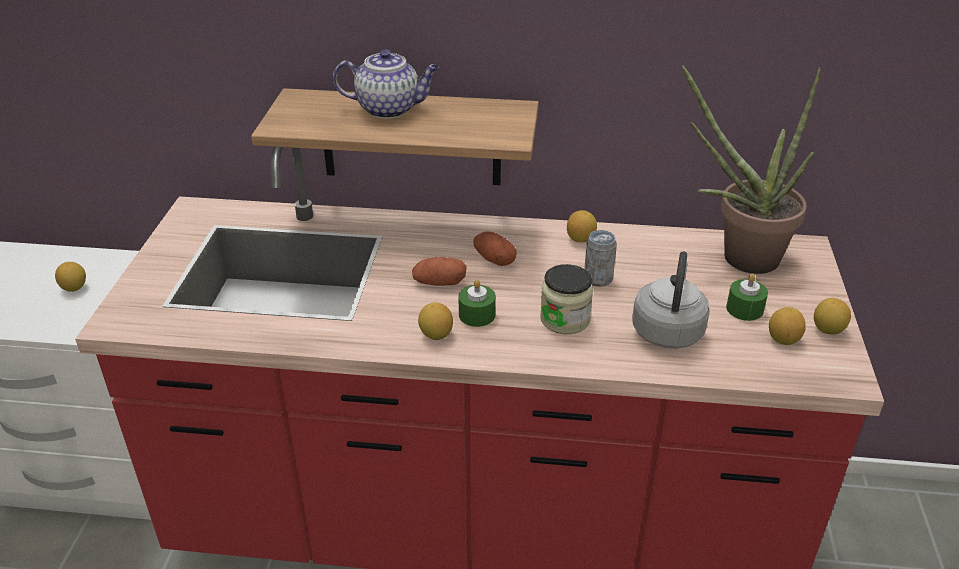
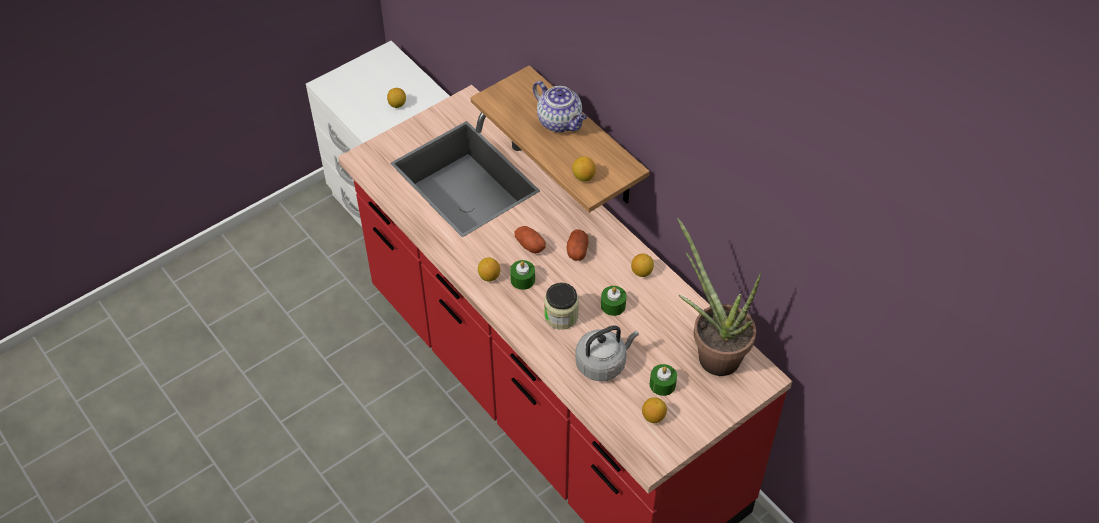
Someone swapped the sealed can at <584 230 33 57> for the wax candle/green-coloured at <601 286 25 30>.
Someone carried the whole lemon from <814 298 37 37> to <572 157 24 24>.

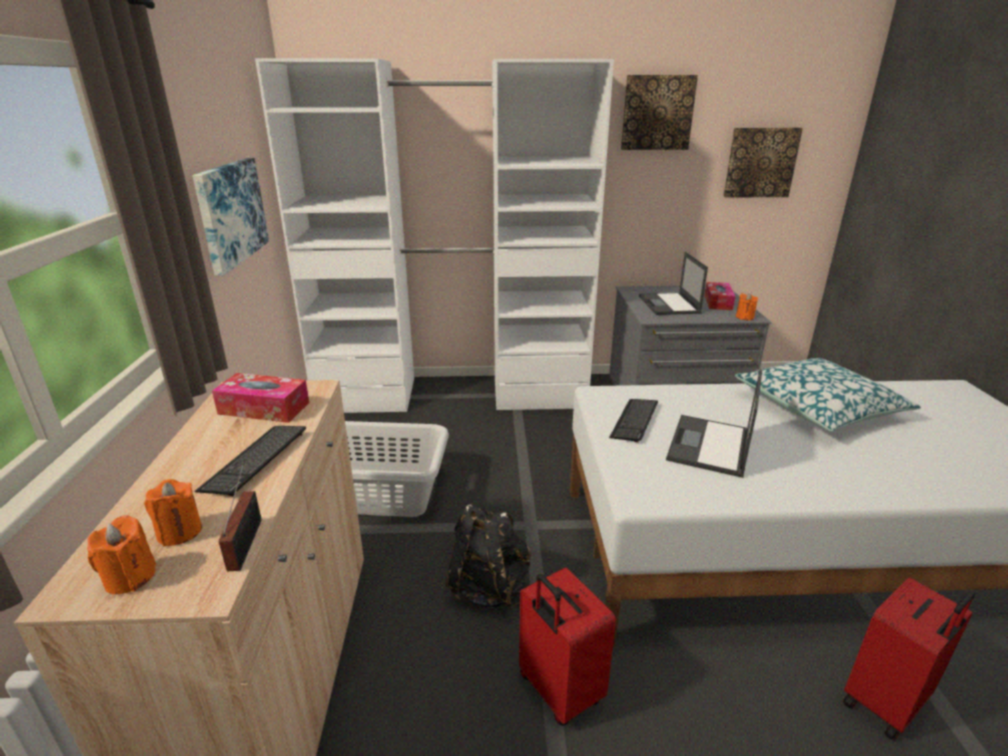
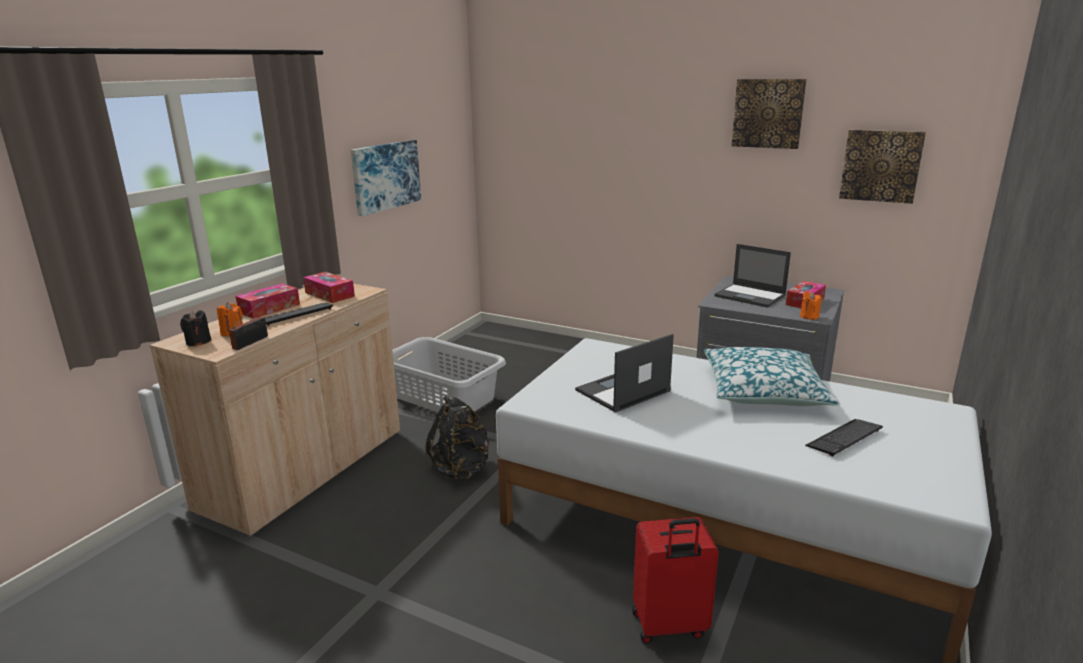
Someone repainted the wax candle/orange-coloured at <87 516 69 78>, which became the wax candle/black at <180 310 31 36>.
Someone took away the wardrobe/whitish at <255 58 359 355>.
Someone took away the piece of luggage/red-coloured at <519 568 97 158>.
Someone carried the computer keyboard from <609 399 49 44> to <805 419 78 38>.
Someone rotated the laptop at <639 252 69 63> by 75 degrees counterclockwise.
Someone put down the tissue holder at <236 283 64 36>.

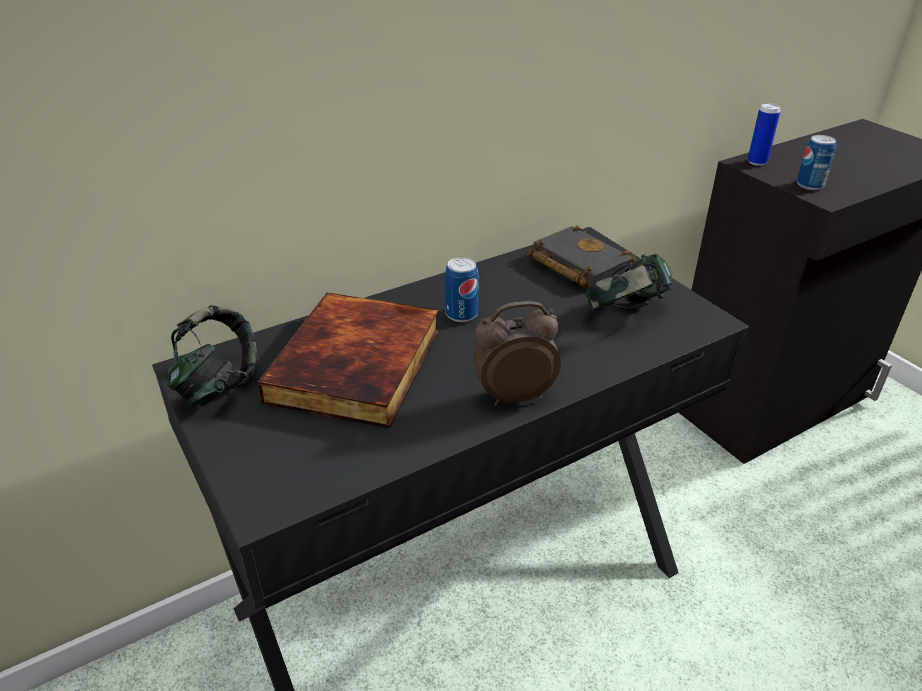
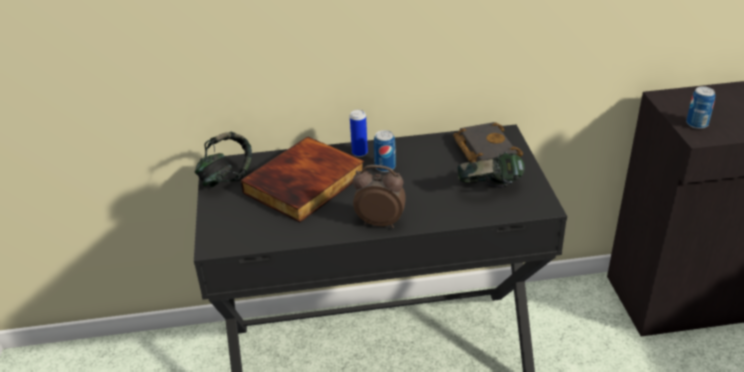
Someone carried the sealed can from <748 103 33 63> to <350 110 18 47>.

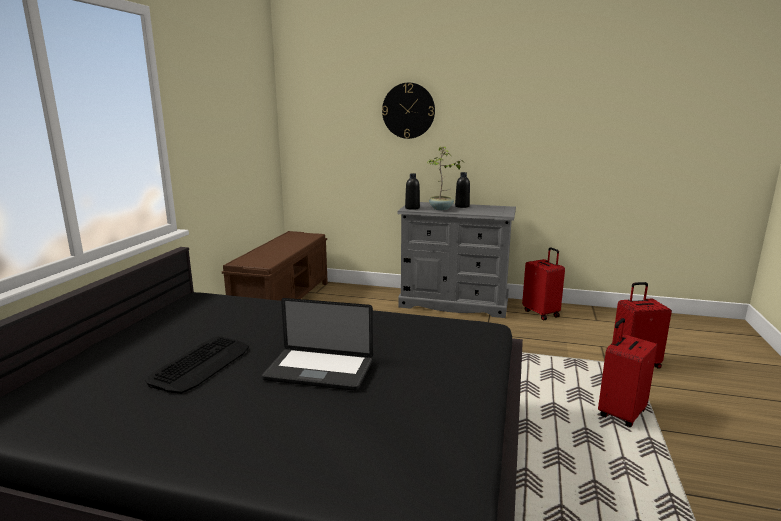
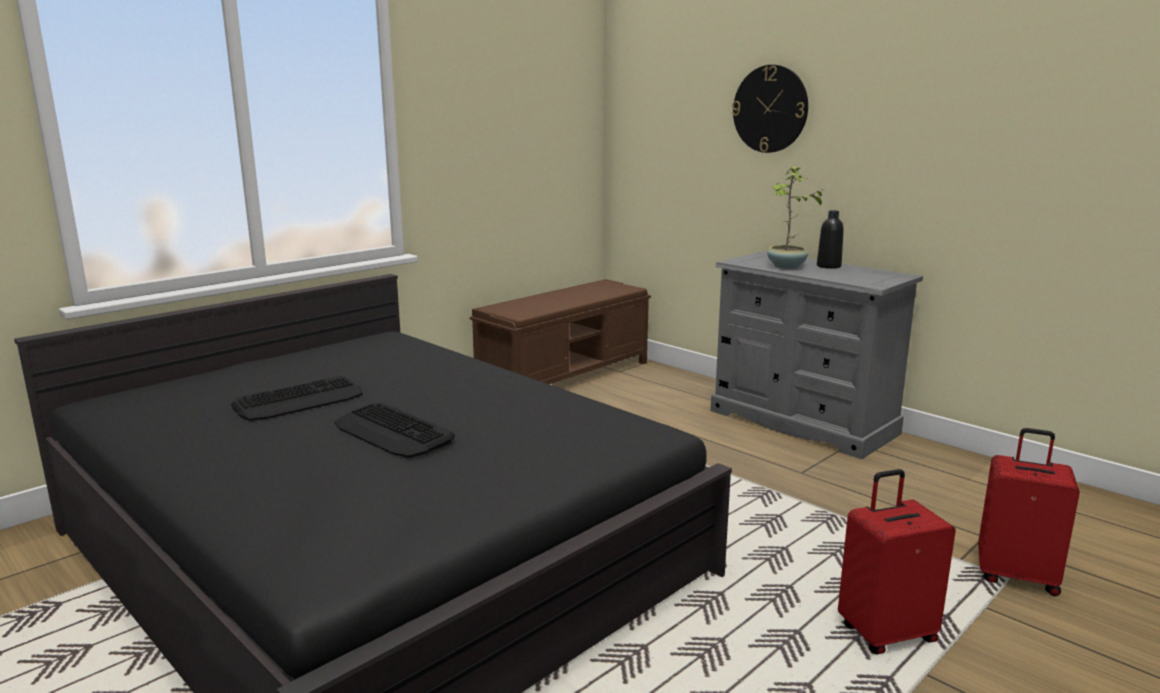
Someone swapped the laptop at <262 298 111 93> for the computer keyboard at <334 403 121 55>.
Someone took away the beverage bottle/black at <405 173 15 37>.
Someone took away the piece of luggage/red-coloured at <522 247 43 73>.

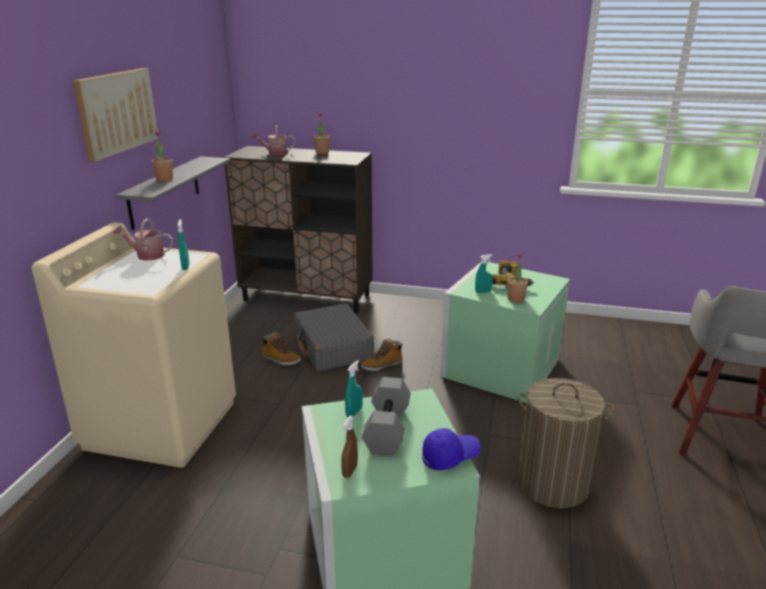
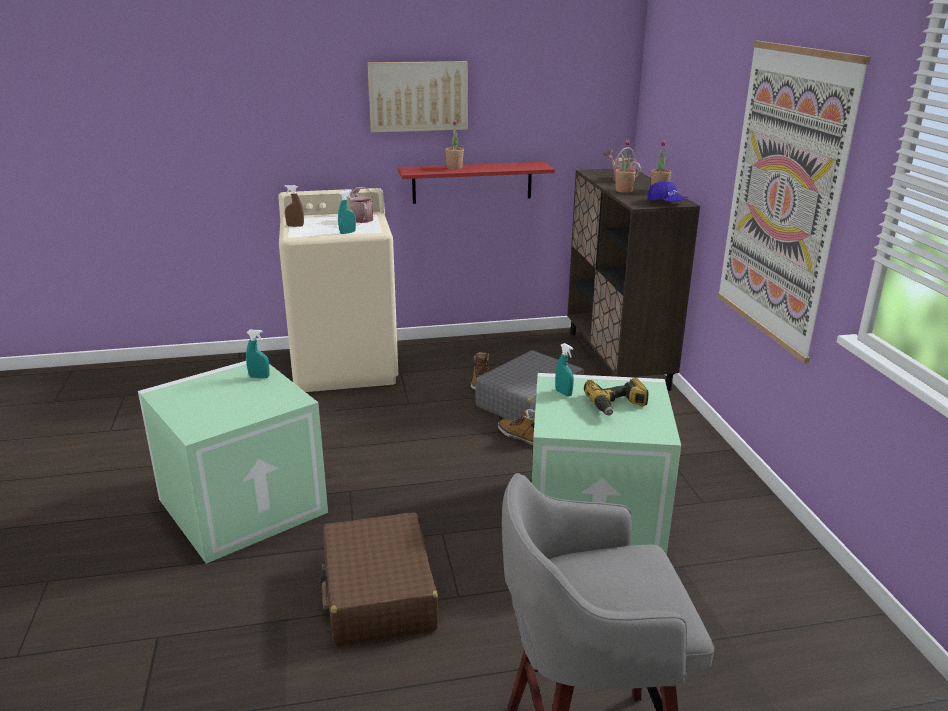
Someone repainted the wall shelf/greyish at <116 156 115 74>, which became the wall shelf/red-coloured at <398 162 157 42>.
Someone carried the sprayer/brownish from <341 416 17 62> to <285 185 19 42>.
Someone took away the hand weight/greyish at <362 377 49 78>.
Someone carried the baseball cap/blue-coloured from <422 428 59 42> to <647 181 41 21>.
Someone carried the potted plant from <507 252 21 51> to <615 139 21 54>.
Someone swapped the washing basket at <518 378 96 130> for the piece of luggage/brownish at <319 512 120 135>.
Someone put up the wall picture at <717 41 154 323>.

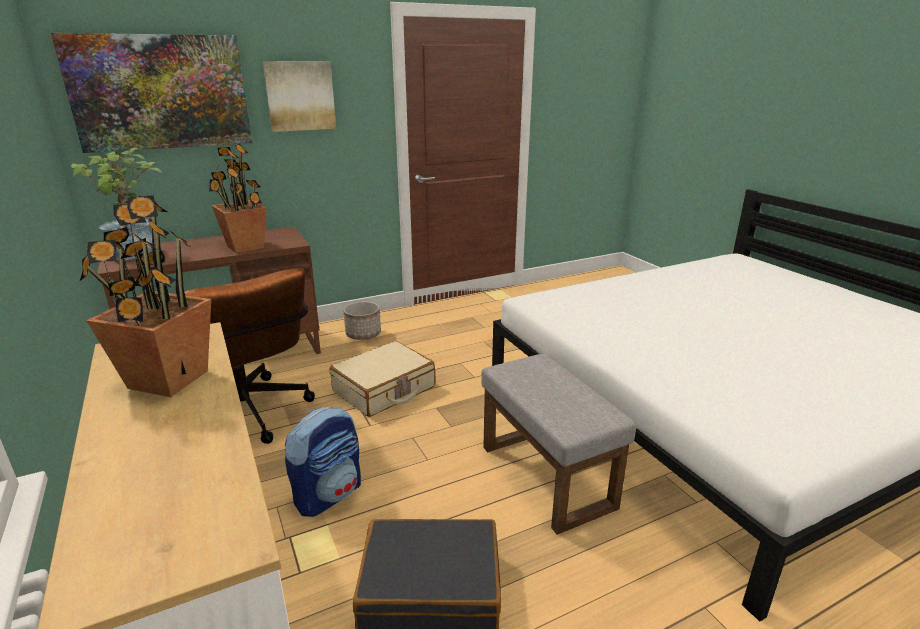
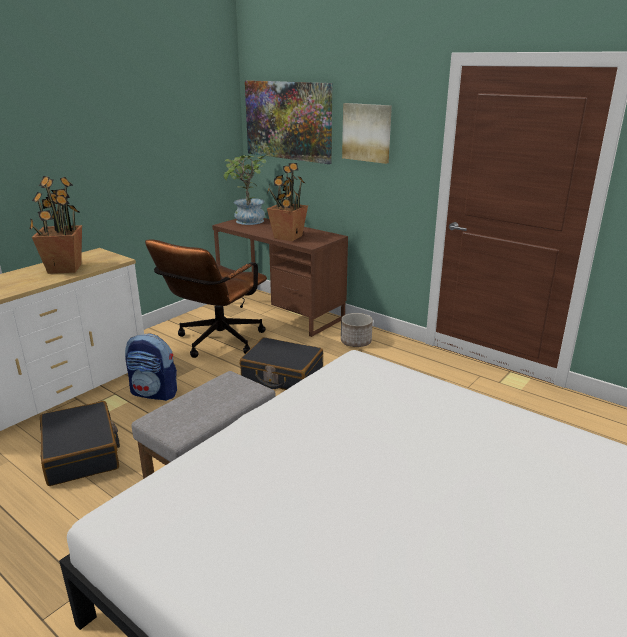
Someone repainted the piece of luggage/beige at <330 341 105 76>, which became the piece of luggage/black at <240 337 83 53>.

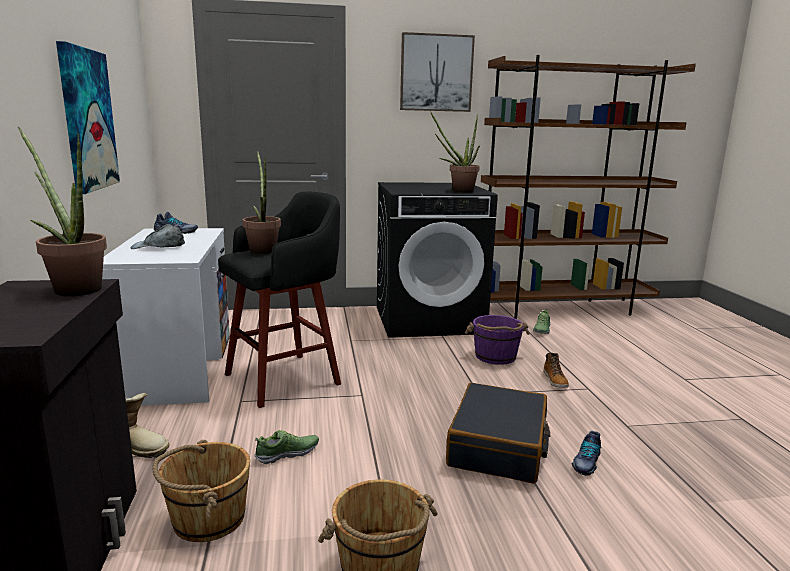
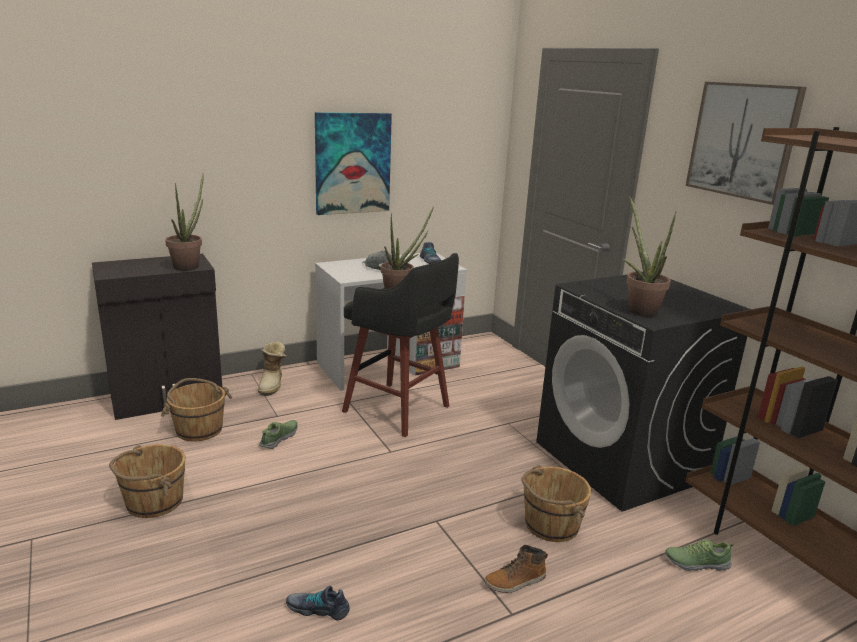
Someone rotated the low shoe at <254 430 65 34> by 105 degrees counterclockwise.
Someone took away the piece of luggage/black at <446 383 104 101>.
Someone repainted the water bucket/purple at <465 315 65 50>, which became the water bucket/brownish at <521 465 70 77>.

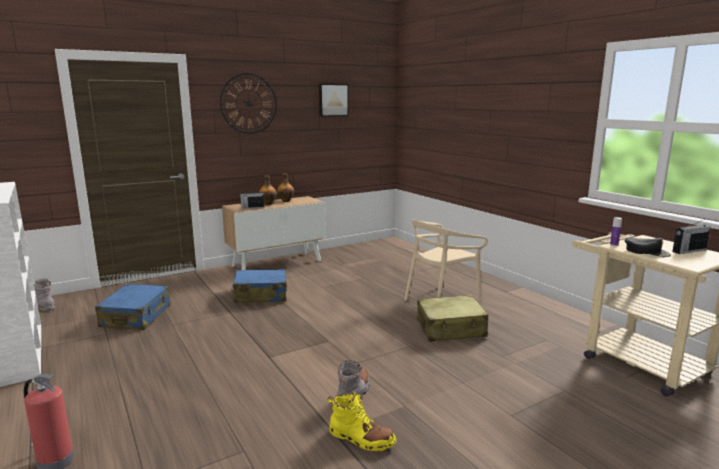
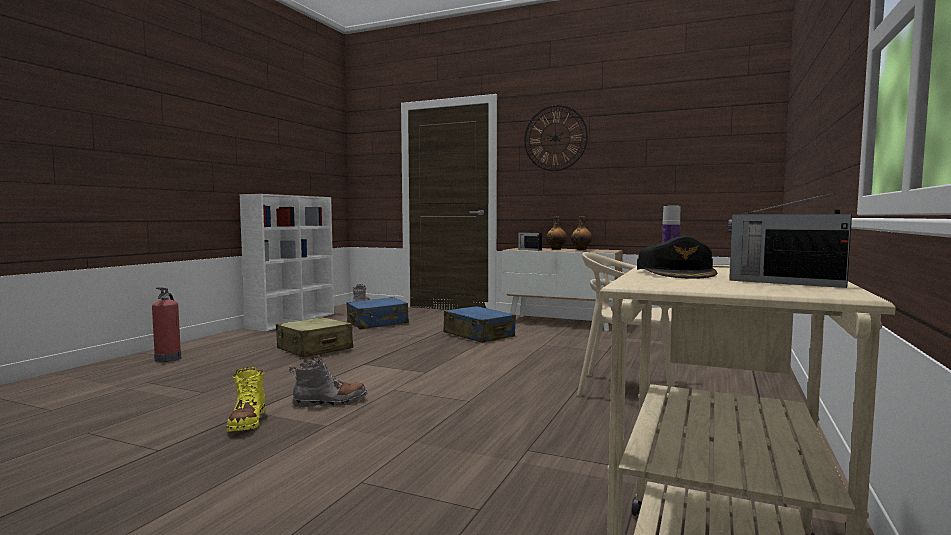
Someone took away the wall picture at <319 84 30 33>.
Someone carried the piece of luggage/beige from <417 295 71 47> to <276 317 77 41>.

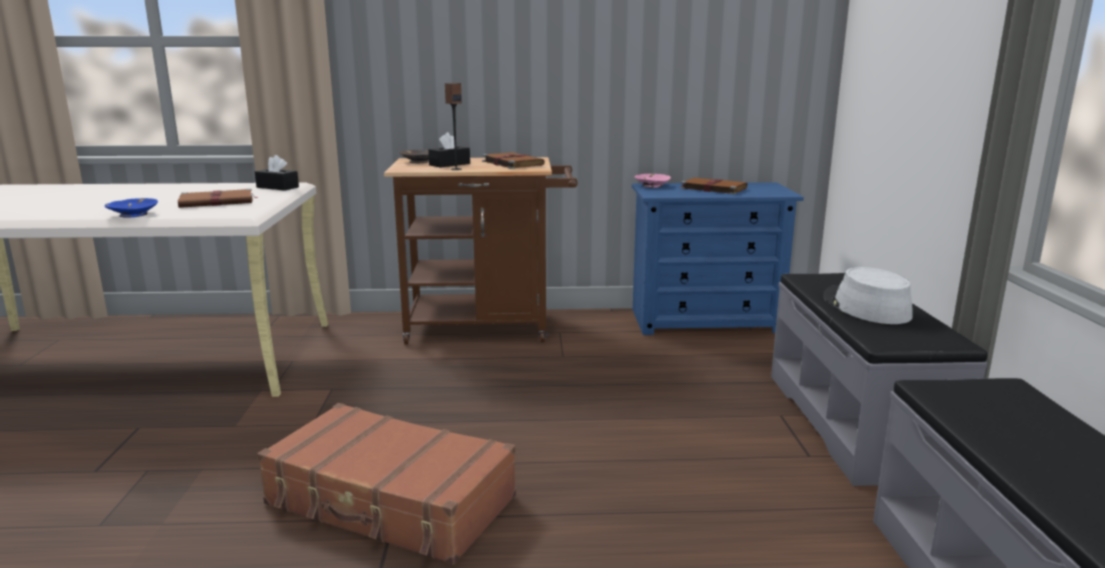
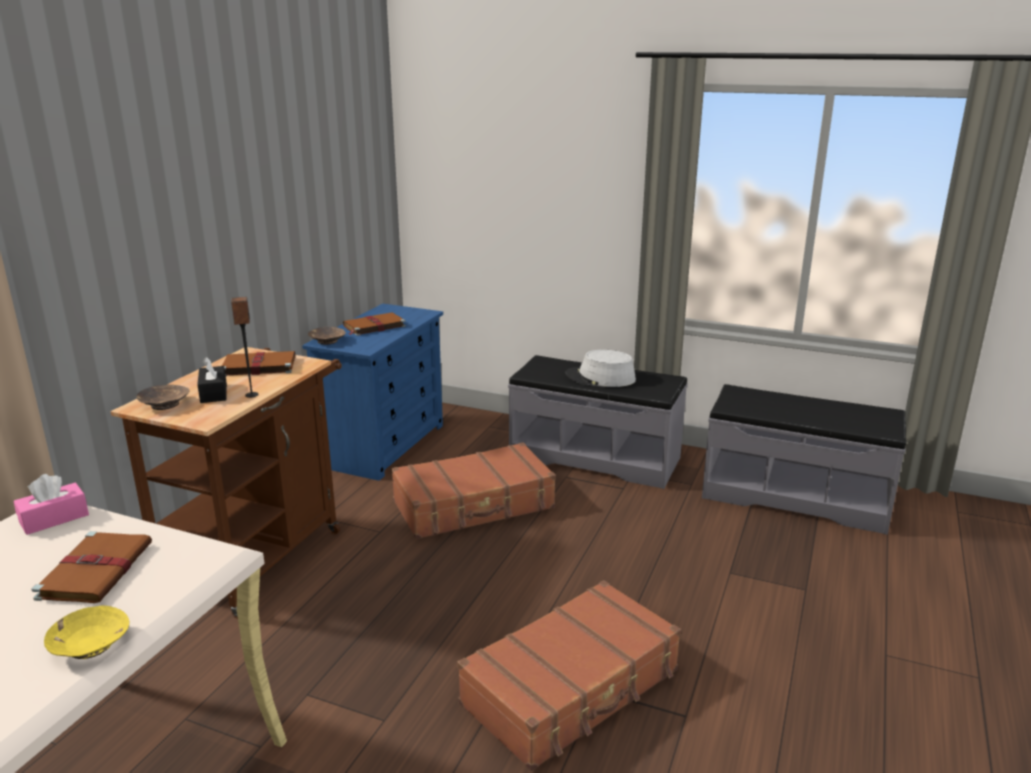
Someone repainted the deep dish/blue-coloured at <105 198 53 20>, which became the deep dish/yellow at <44 605 85 54>.
Someone repainted the tissue holder/black at <255 155 44 36>, which became the tissue holder/pink-coloured at <14 474 75 61>.
Someone repainted the deep dish/pink-coloured at <634 174 37 14>, which became the deep dish/brownish at <308 327 38 18>.
Someone put down the piece of luggage/brownish at <391 442 165 97>.

